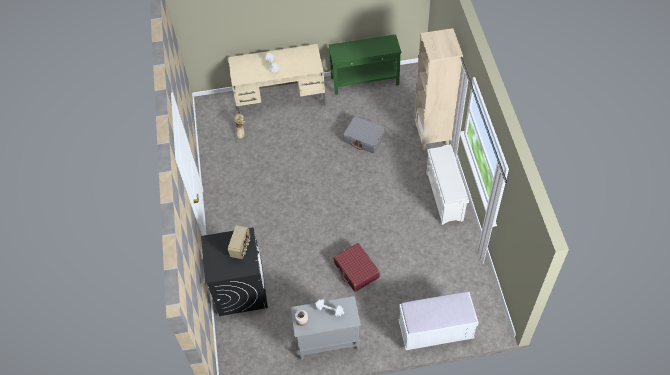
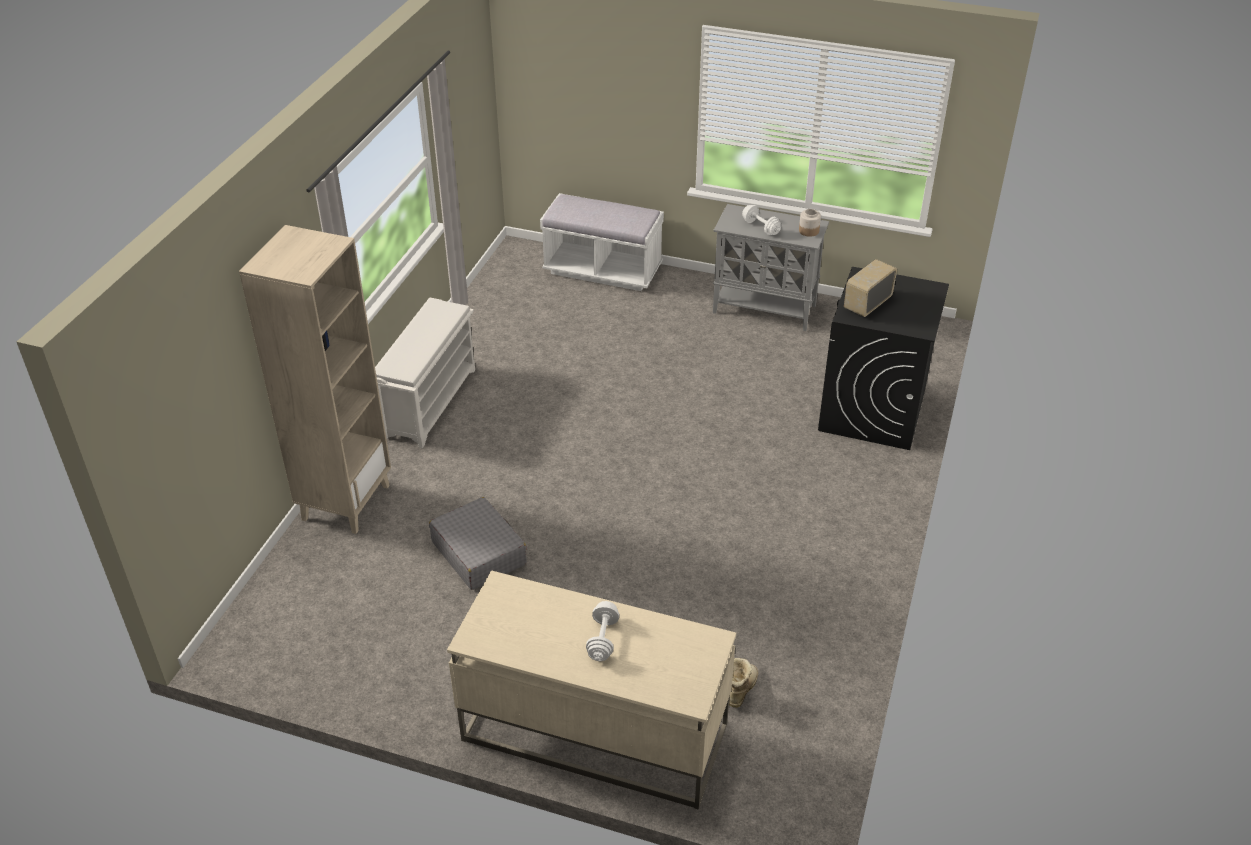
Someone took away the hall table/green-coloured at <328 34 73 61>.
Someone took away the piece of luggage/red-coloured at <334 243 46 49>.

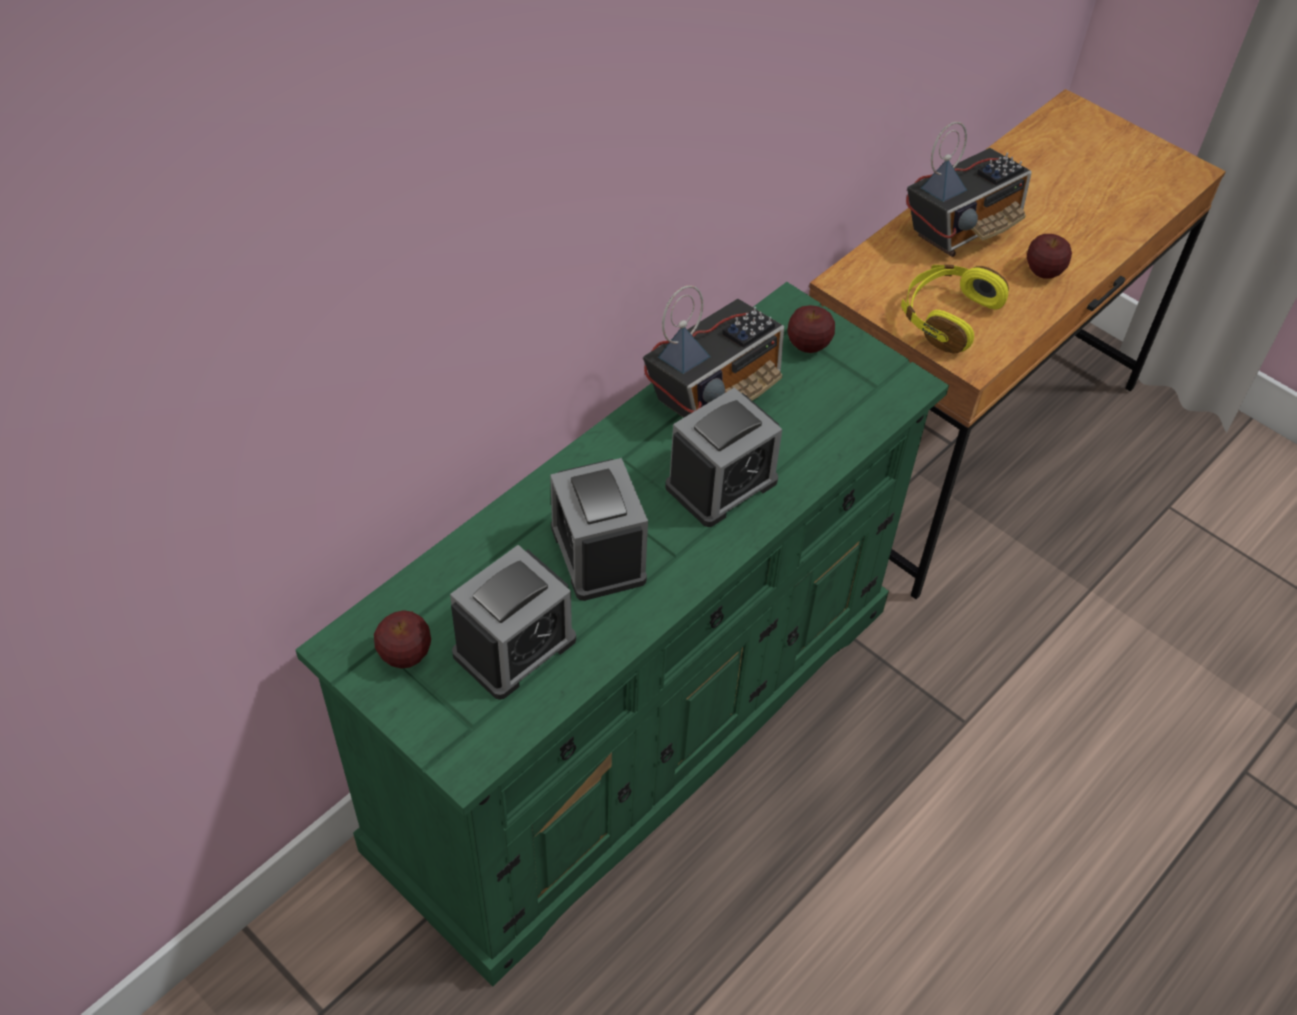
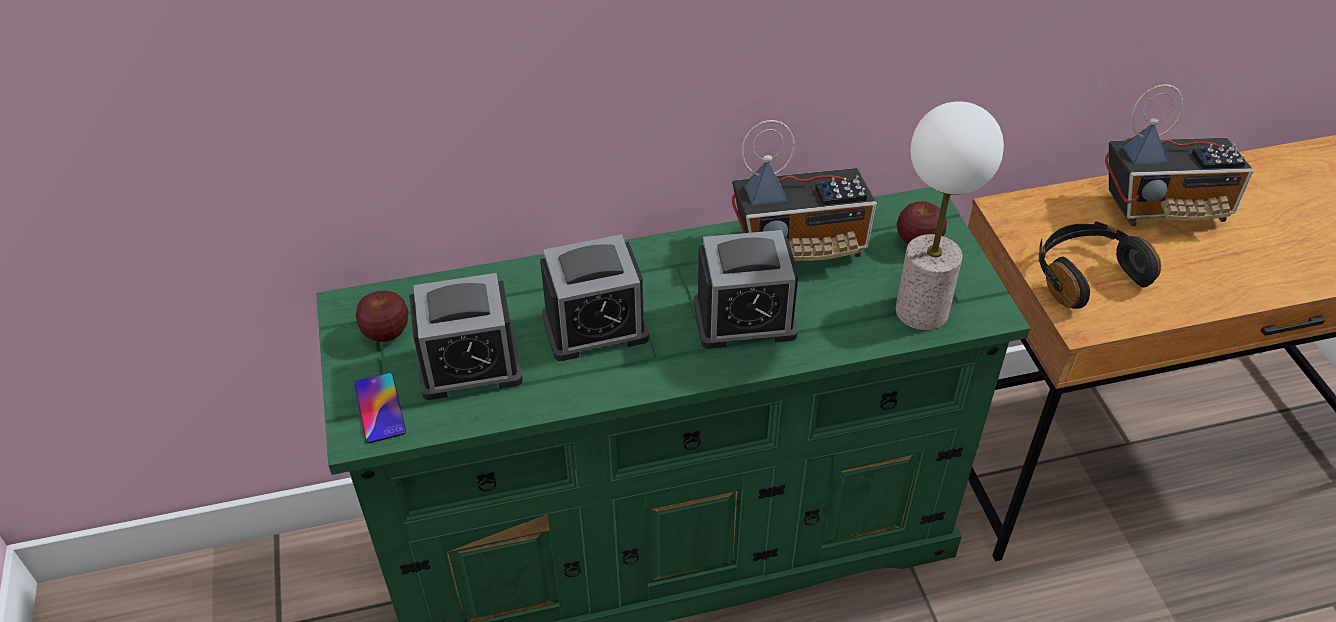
Someone rotated the alarm clock at <550 458 98 143> by 120 degrees counterclockwise.
Someone repainted the headphones/yellow at <901 264 108 90>, which became the headphones/black at <1039 222 122 87>.
Someone took away the whole apple at <1027 234 45 45>.
Someone put down the phone at <354 373 52 70>.
Someone put down the table lamp at <896 101 108 229>.

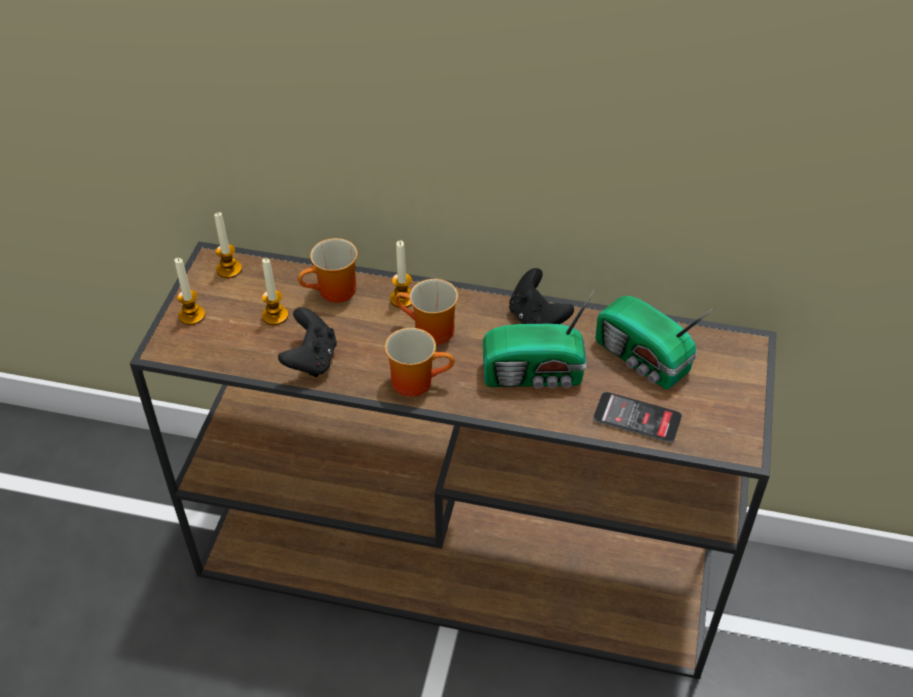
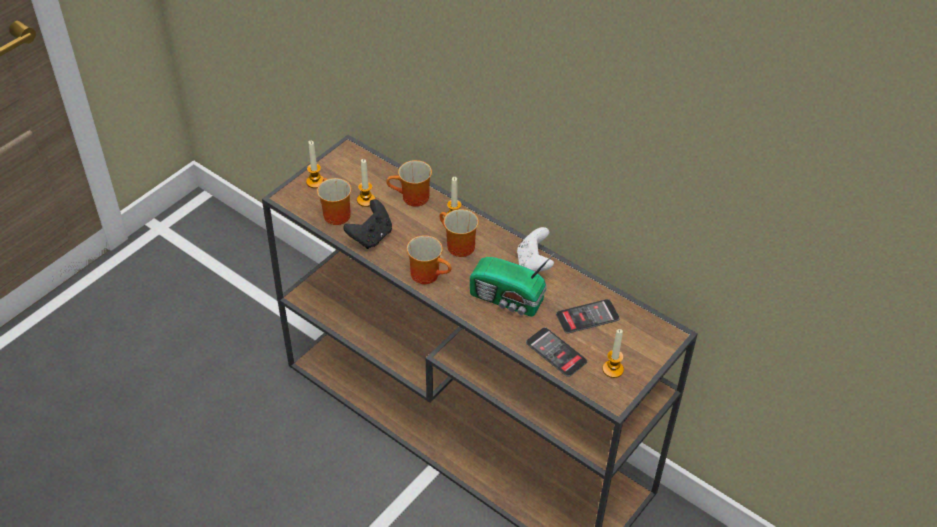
Someone carried the wax candle from <214 212 28 66> to <603 329 21 49>.
Someone repainted the joypad/black at <509 268 65 56>, which became the joypad/whitish at <517 227 37 45>.
Someone swapped the radio receiver at <595 296 119 93> for the phone at <556 299 64 35>.
Someone put down the mug at <317 178 34 47>.

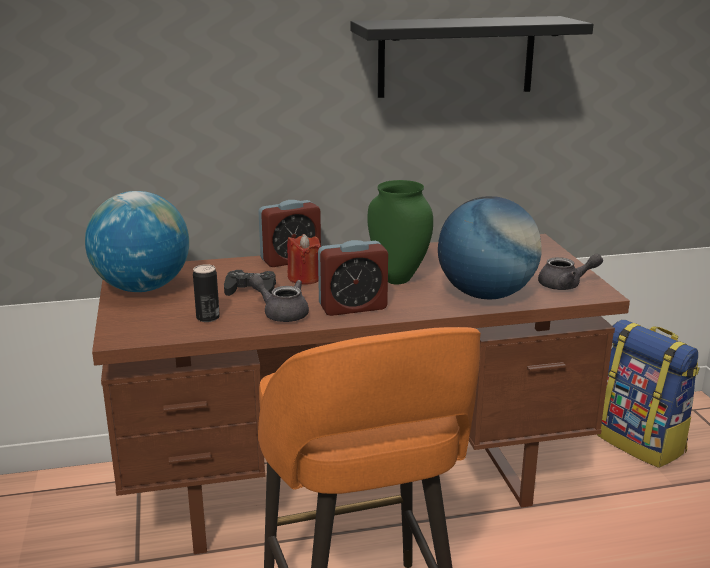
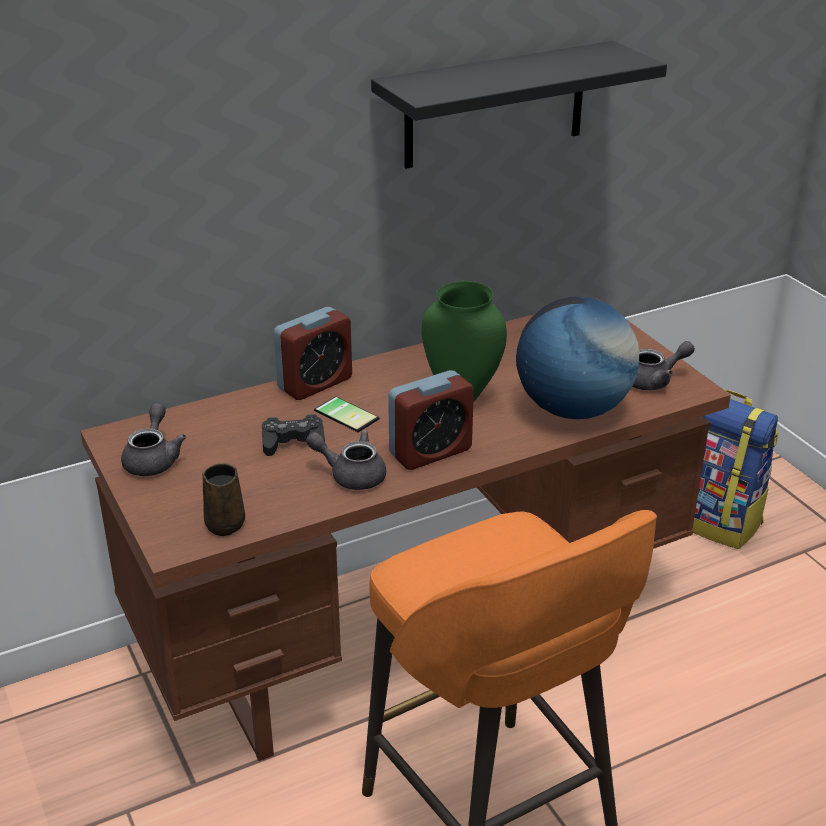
Someone swapped the world globe at <85 191 104 101> for the tea pot/greyish at <121 403 65 73>.
Someone took away the sealed can at <193 264 27 58>.
Someone swapped the wax candle/red-coloured at <287 234 34 51> for the phone at <314 396 66 36>.
Someone put down the mug/brownish at <202 463 43 73>.

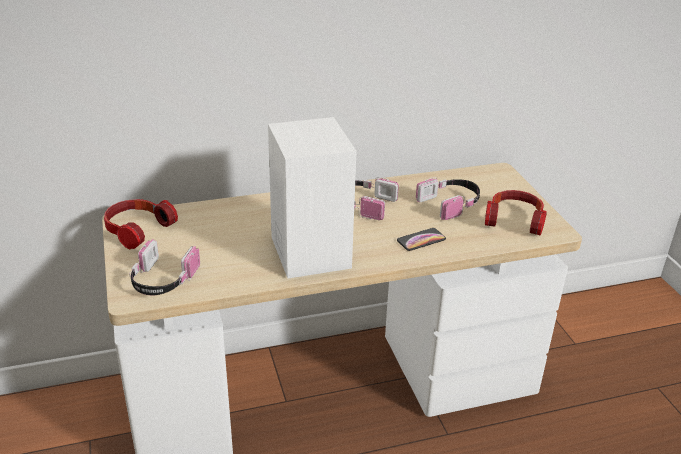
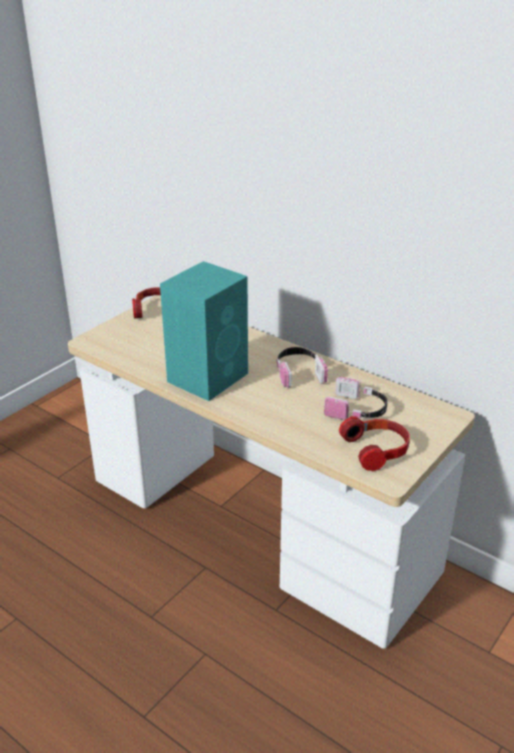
Someone took away the headphones at <129 239 71 56>.
Someone repainted the speaker/whitish at <268 117 89 161>, which became the speaker/turquoise at <160 261 88 140>.
Someone took away the phone at <397 228 49 23>.

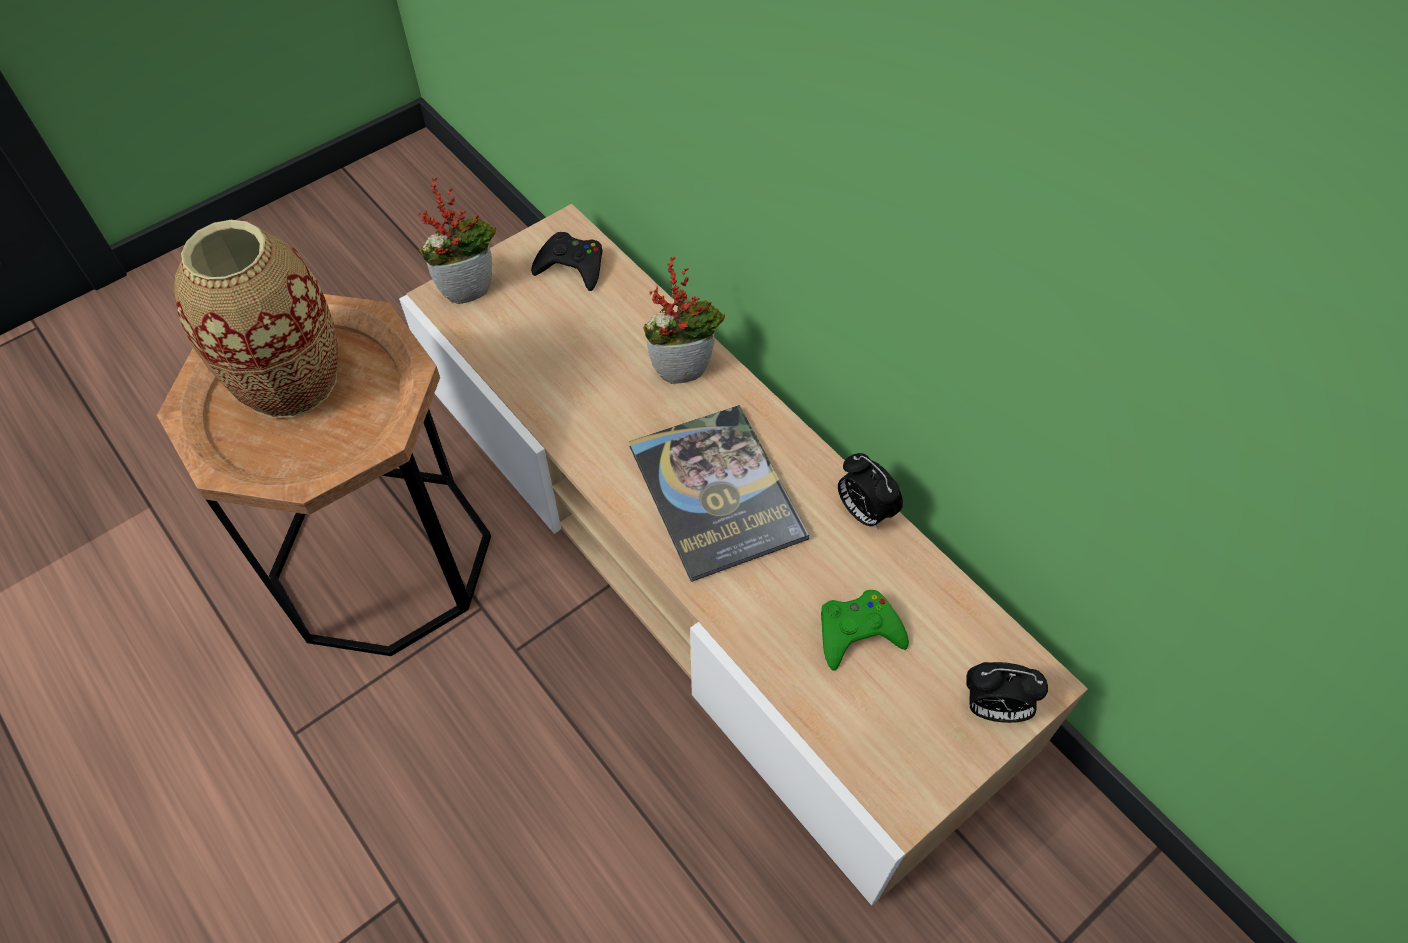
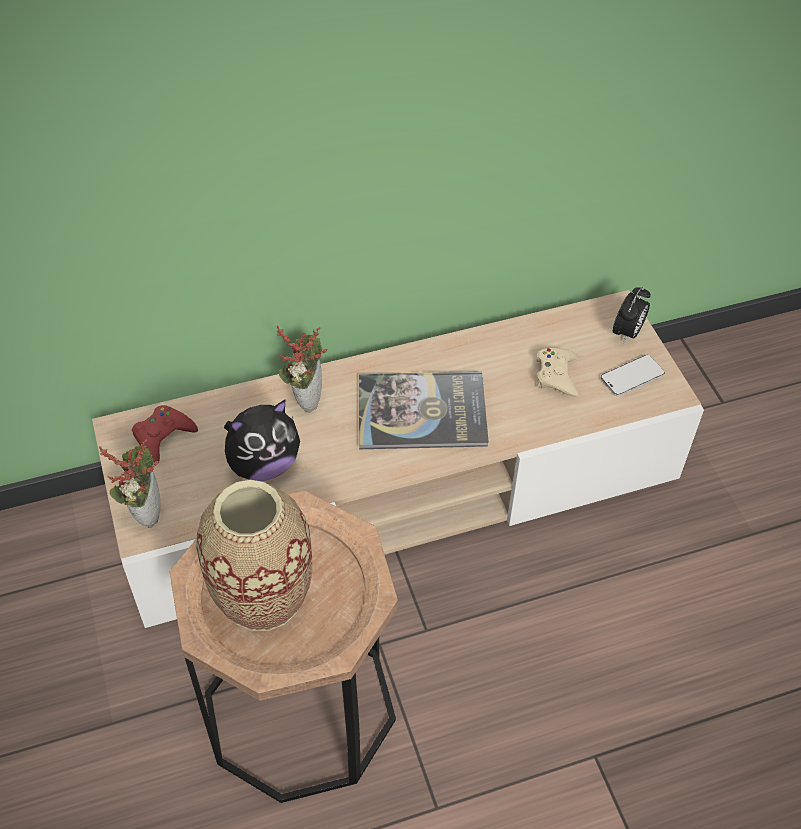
Someone repainted the joypad/black at <531 232 71 59>, which became the joypad/red-coloured at <132 405 66 58>.
Someone repainted the joypad/green-coloured at <821 590 88 81>, which became the joypad/beige at <536 348 43 49>.
Someone took away the alarm clock at <838 453 65 76>.
Someone put down the plush toy at <224 400 76 81>.
Someone put down the phone at <601 355 64 41>.

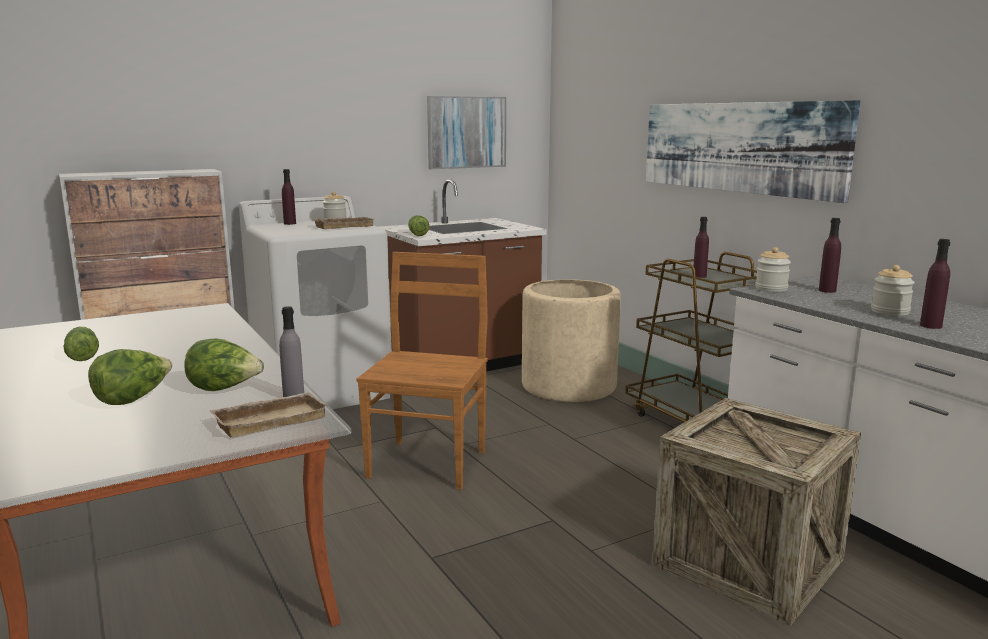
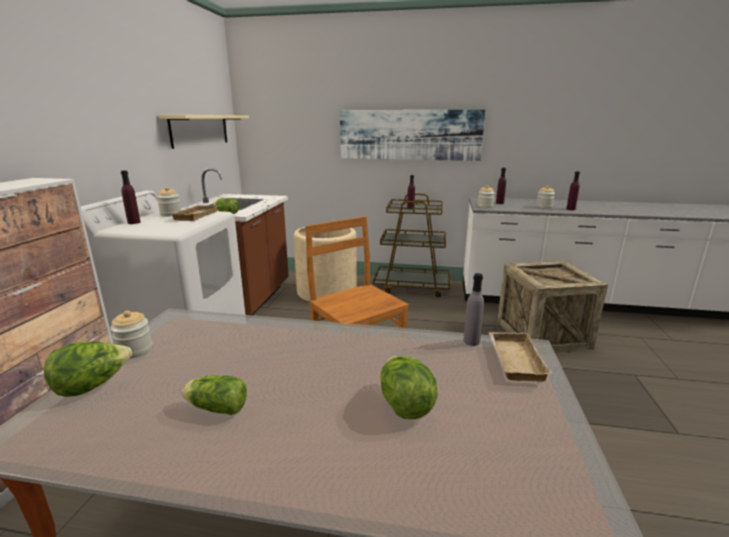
Someone carried the head of lettuce from <184 338 80 53> to <44 342 88 55>.
Someone swapped the wall picture at <427 96 79 73> for the wall shelf/beige at <159 115 90 34>.
Someone put down the preserve jar at <110 310 43 48>.

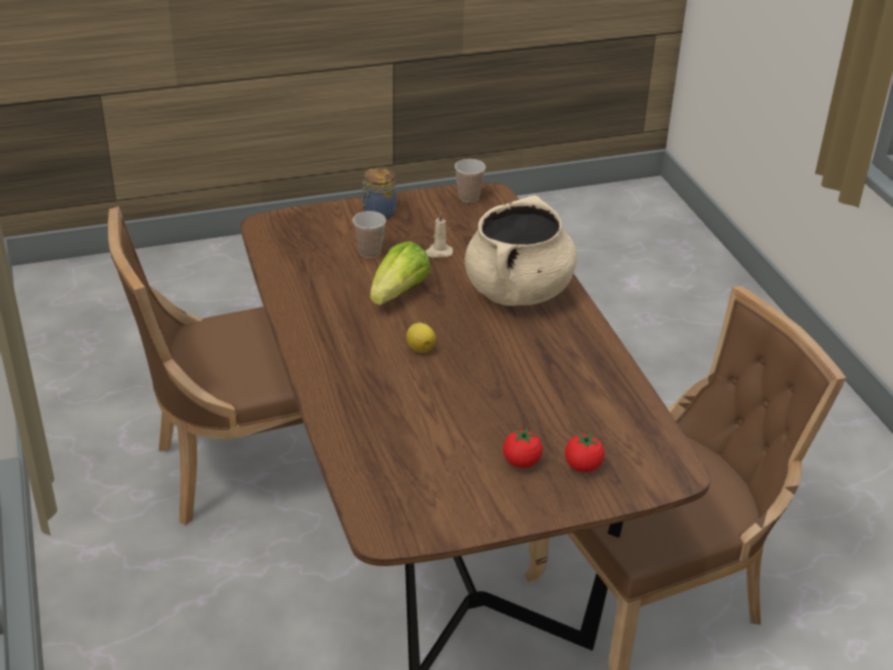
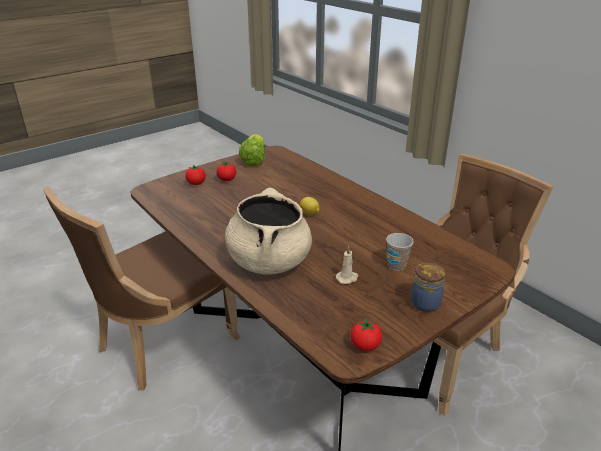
Someone carried the head of lettuce from <370 241 61 64> to <239 134 26 32>.
Someone swapped the drinking cup at <455 159 31 44> for the fresh tomato at <350 318 32 33>.

